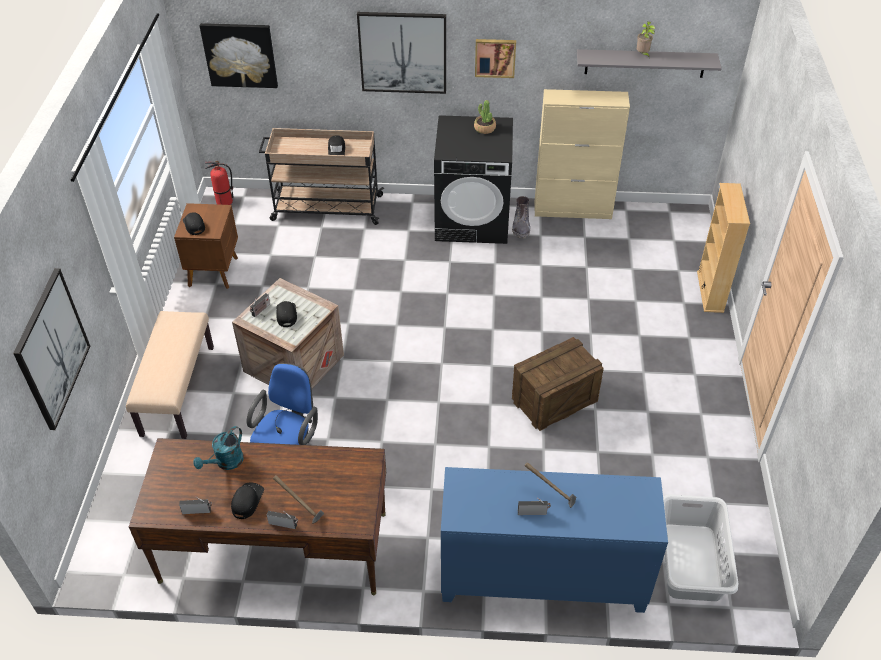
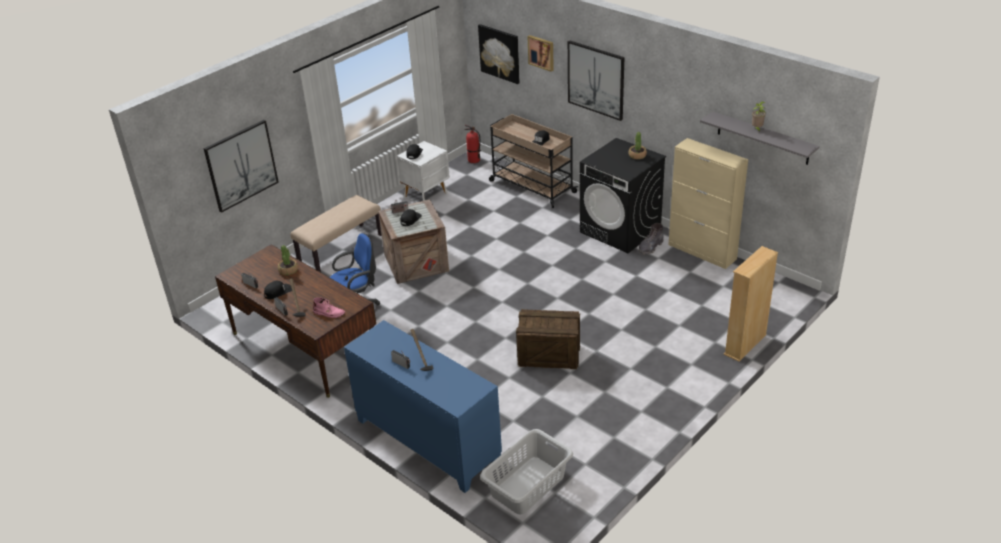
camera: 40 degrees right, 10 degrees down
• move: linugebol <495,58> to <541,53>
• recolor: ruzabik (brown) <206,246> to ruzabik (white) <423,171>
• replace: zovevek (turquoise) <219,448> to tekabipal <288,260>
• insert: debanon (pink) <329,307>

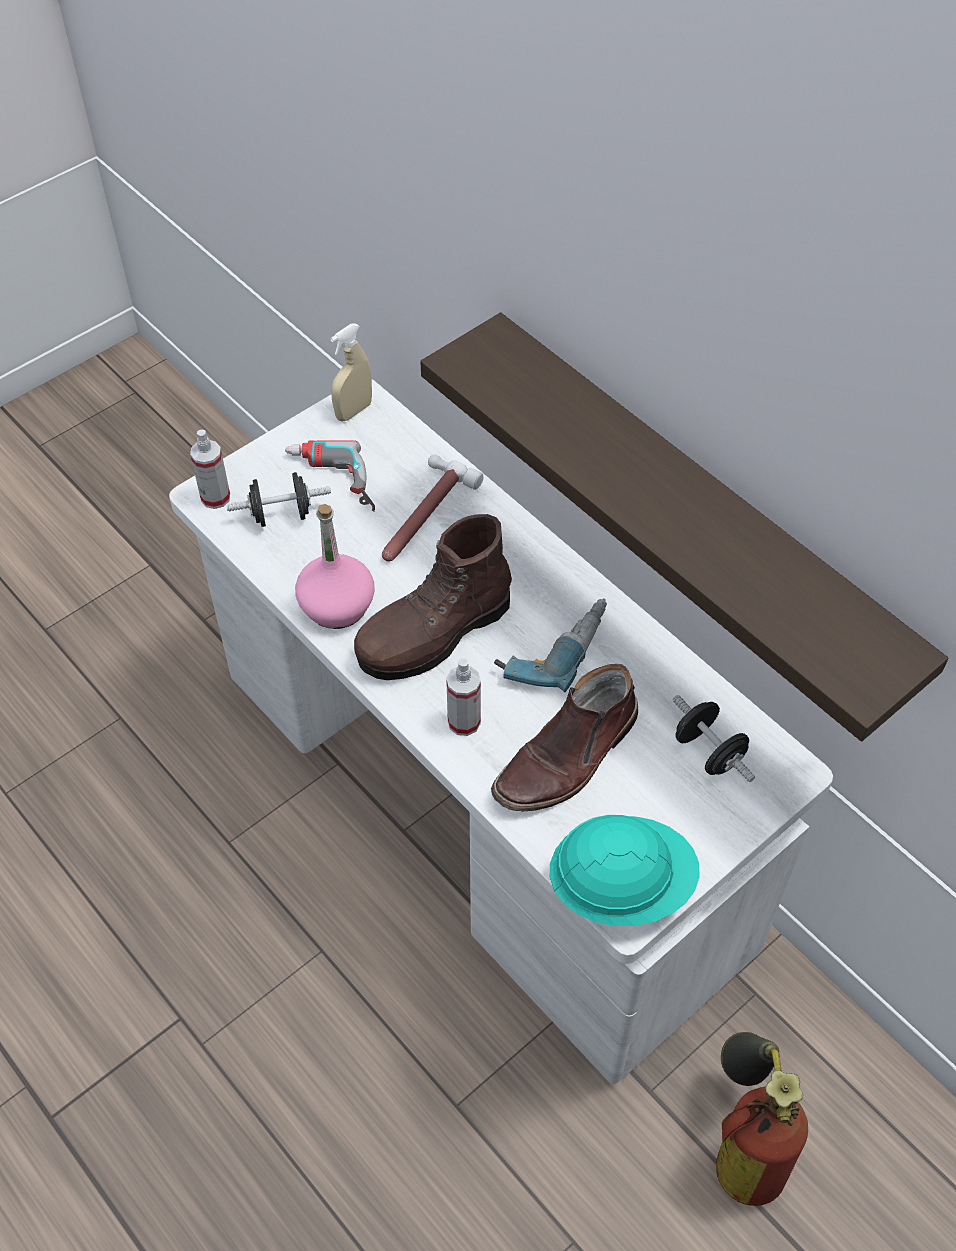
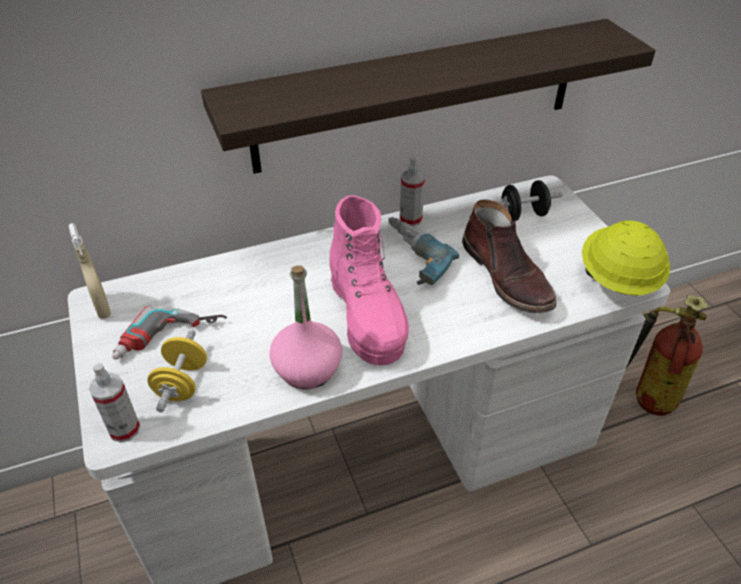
camera: 70 degrees left, 10 degrees down
• delete: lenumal <433,508>
• recolor: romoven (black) <278,499> to romoven (yellow) <177,371>
• recolor: debanon (brown) <433,597> to debanon (pink) <369,280>
• move: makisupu <463,697> to <412,192>
• recolor: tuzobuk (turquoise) <625,870> to tuzobuk (yellow) <626,258>

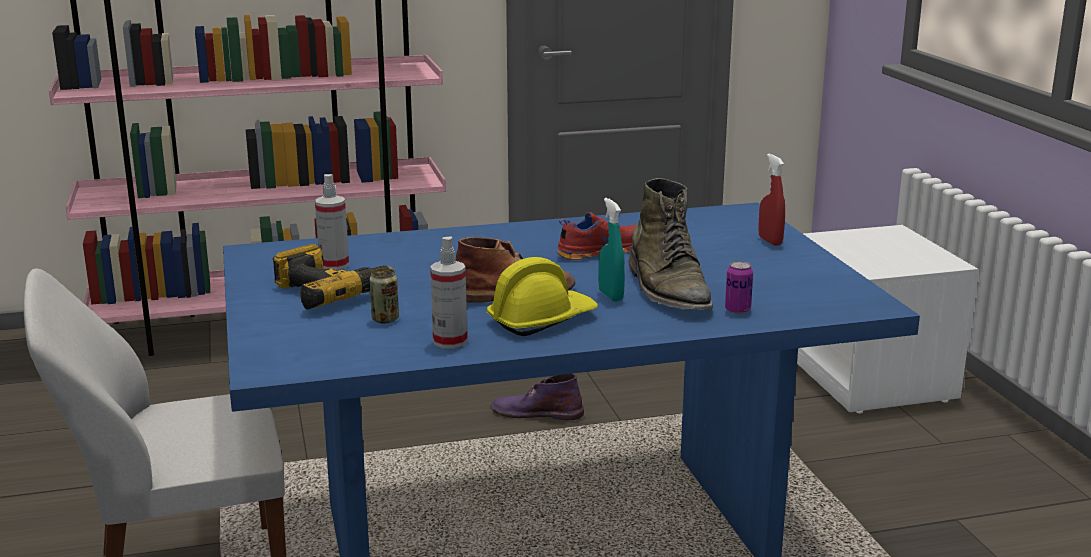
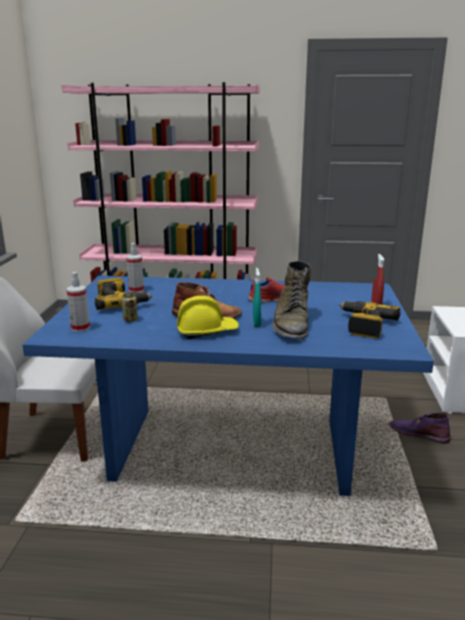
camera: 20 degrees right, 0 degrees up
• move: makisupu <448,292> to <78,302>
• delete: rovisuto <739,287>
• move: debanon (purple) <537,397> to <420,428>
• insert: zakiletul <370,319>

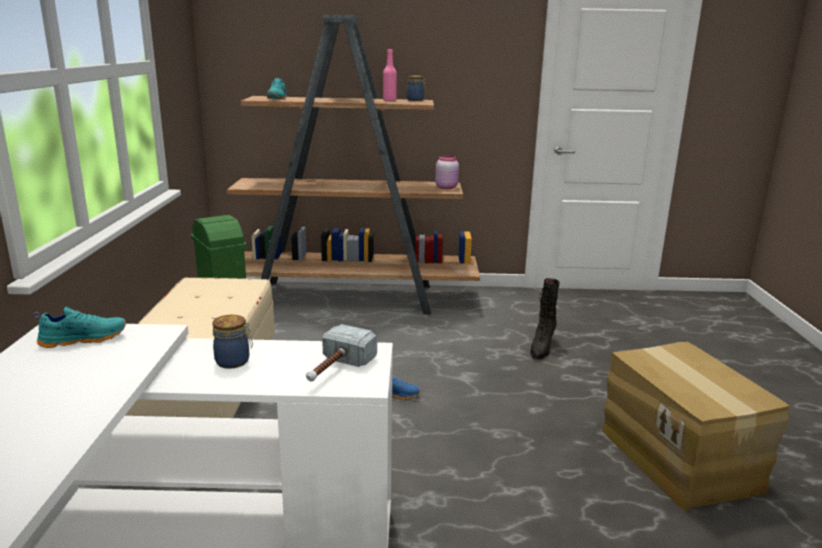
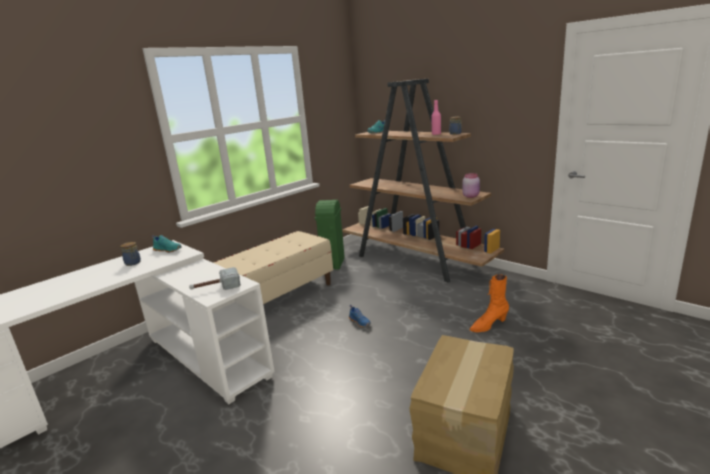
camera: 45 degrees right, 0 degrees up
• recolor: debanon (black) <545,318> to debanon (orange) <489,303>
• move: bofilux <232,341> to <130,254>

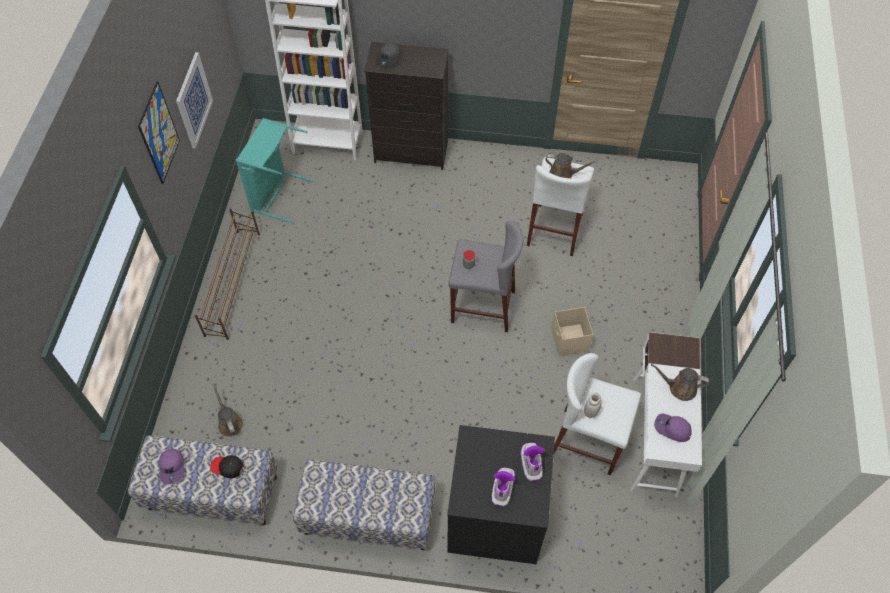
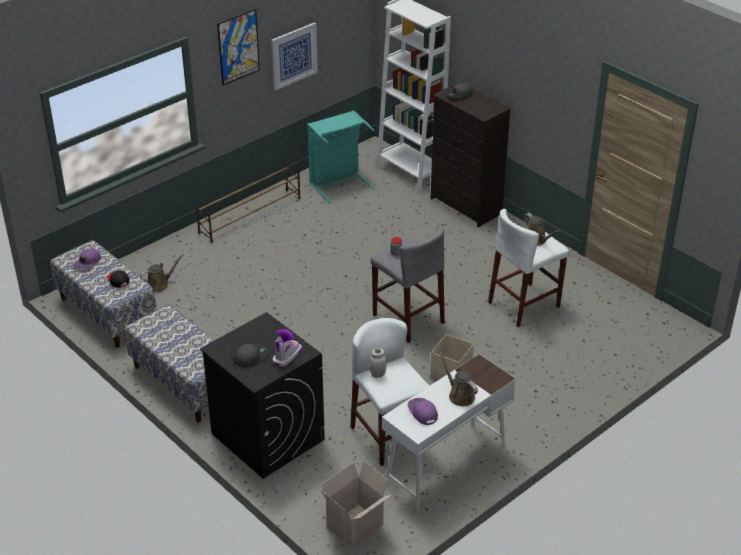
camera: 40 degrees right, 20 degrees down
• rotate: zovevek (brown) <227,410> = <161,273> 45 degrees clockwise
• replace: debanon <503,487> to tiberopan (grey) <251,355>
• insert: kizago <356,504>

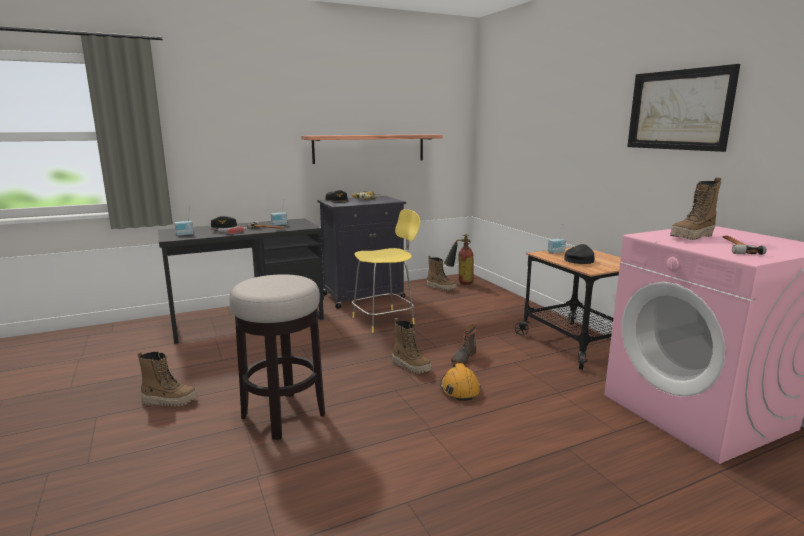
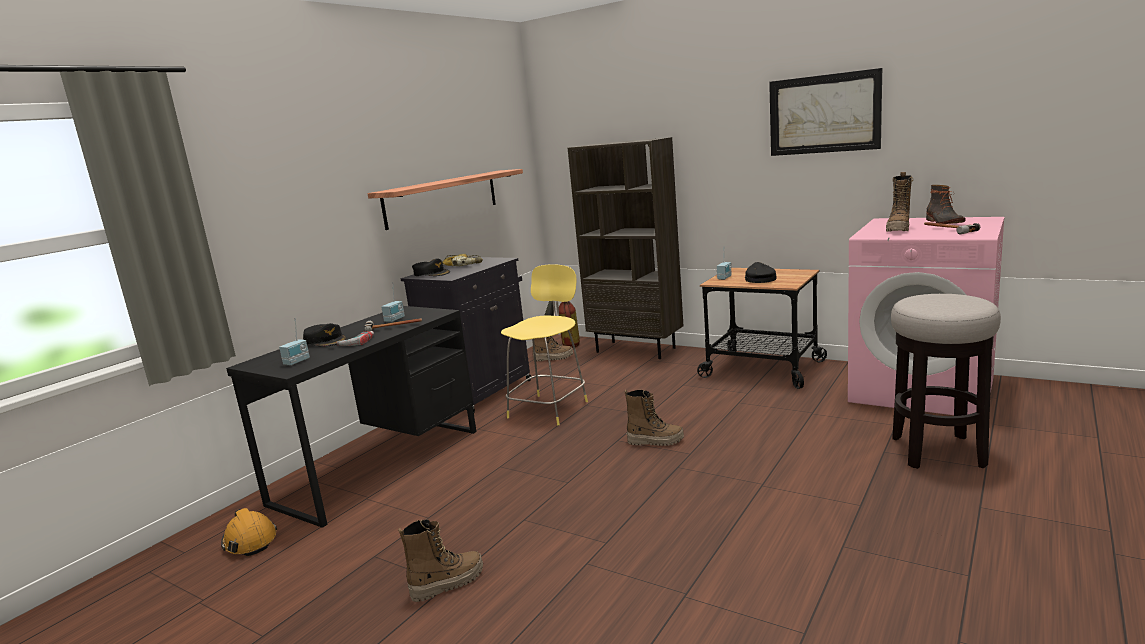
camera: 30 degrees left, 0 degrees up
• move: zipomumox <277,357> to <946,381>
• move: debanon <463,344> to <946,204>
• move: tuzobuk (orange) <460,381> to <249,532>
• insert: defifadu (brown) <626,248>

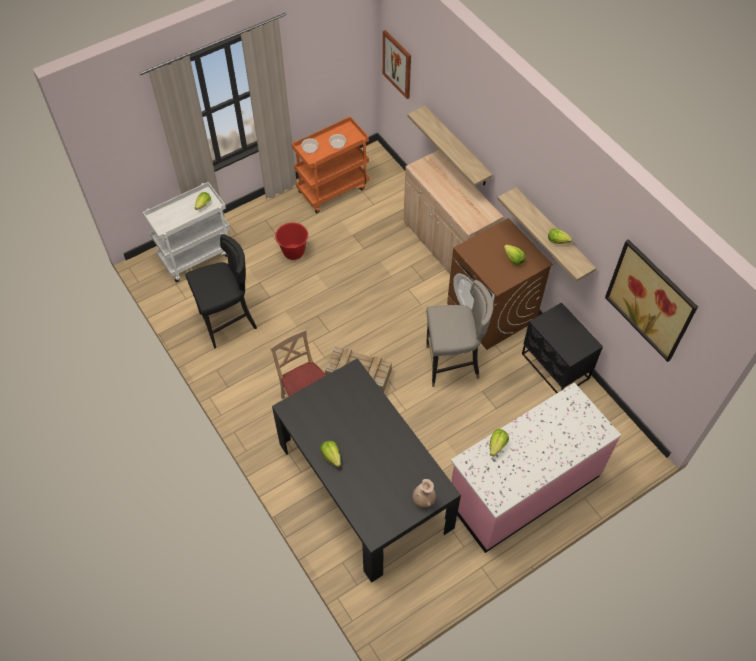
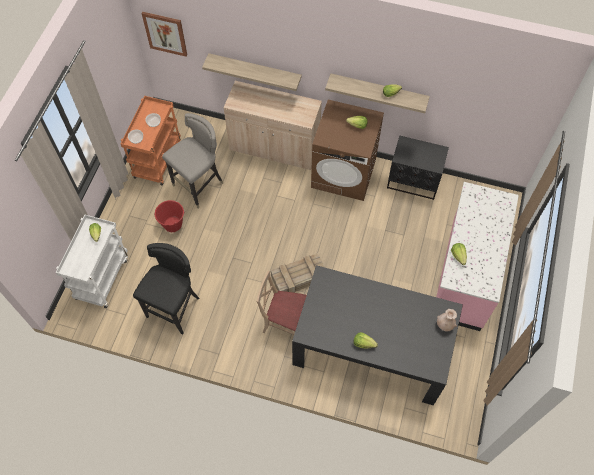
camera: 40 degrees left, 5 degrees up
• delete: linugebol <651,300>
• move: zipomumox (grey) <459,333> to <192,161>

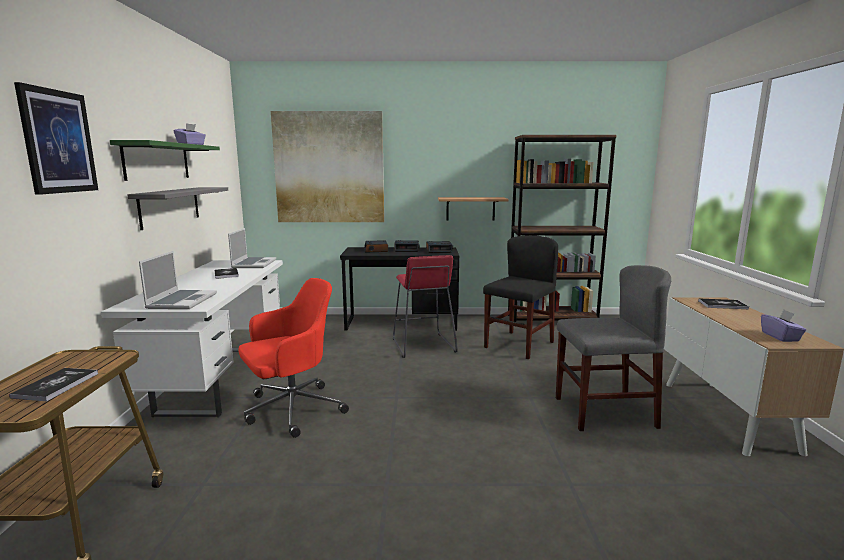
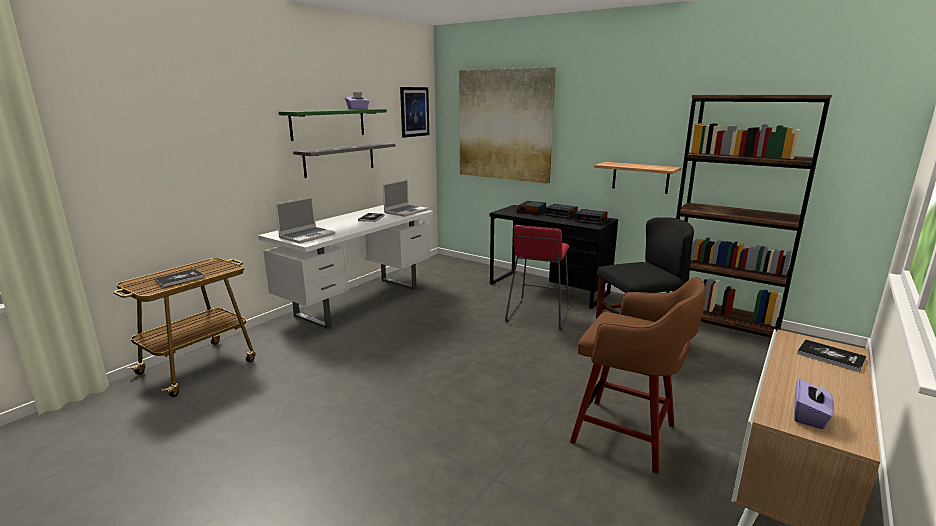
camera: 35 degrees right, 5 degrees up
• move: linugebol <56,138> to <414,112>
• replace: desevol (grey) <613,348> to zipomumox (brown) <638,375>
• delete: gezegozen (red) <293,358>

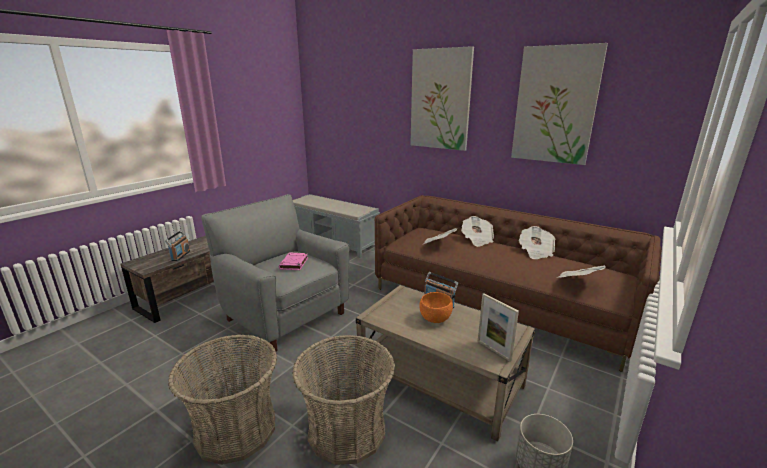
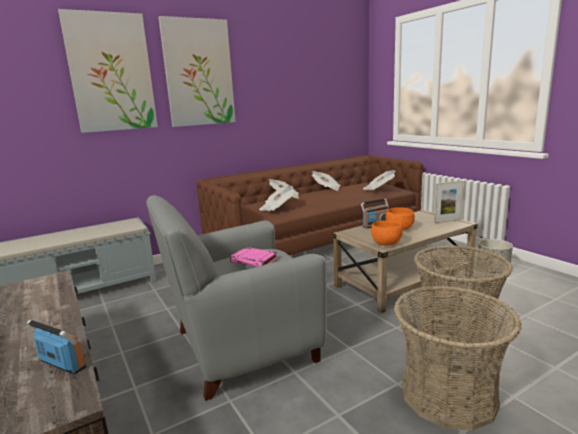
camera: 65 degrees left, 5 degrees down
• move: linugebol <559,104> to <108,71>
• insert: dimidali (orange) <387,233>

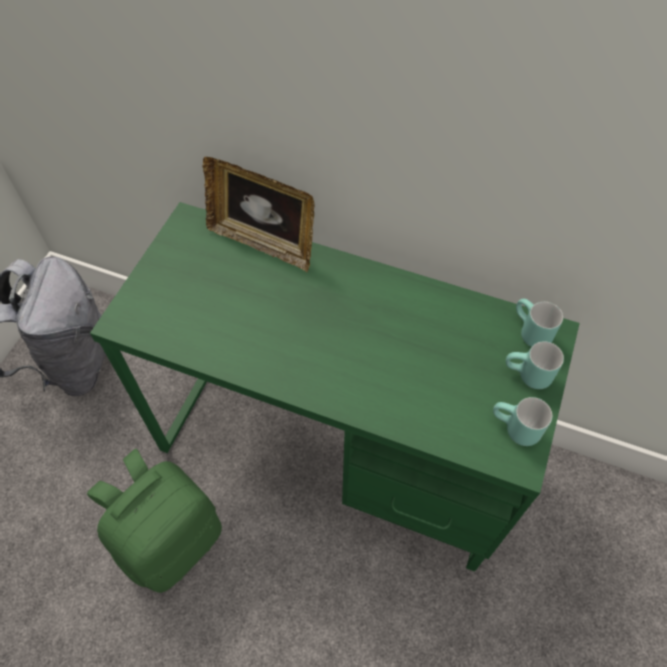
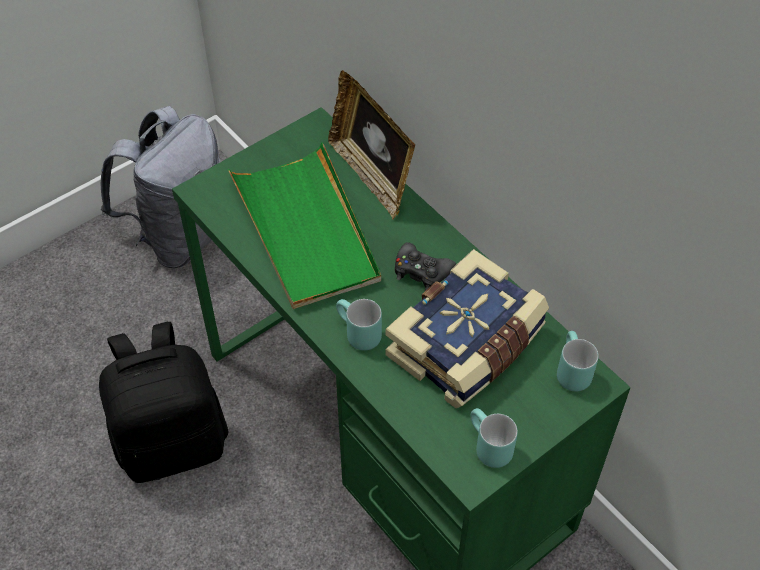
camera: 30 degrees right, 5 degrees down
• move: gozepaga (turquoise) <535,365> to <359,324>
• recolor: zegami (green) <154,521> to zegami (black) <163,402>
• insert: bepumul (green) <304,225>
• insert: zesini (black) <425,266>
• insert: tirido <467,328>

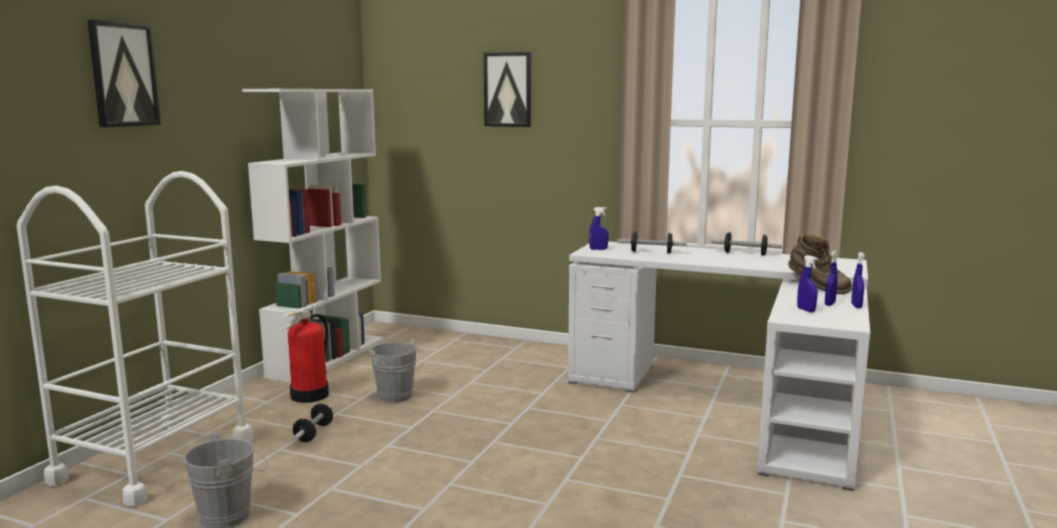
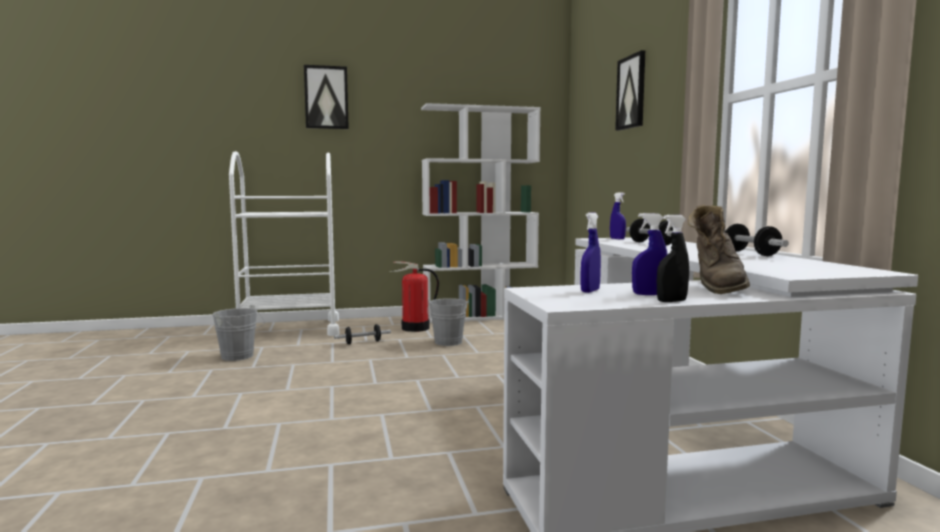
camera: 55 degrees right, 5 degrees down
• recolor: makisupu (blue) <858,280> to makisupu (black) <673,258>

